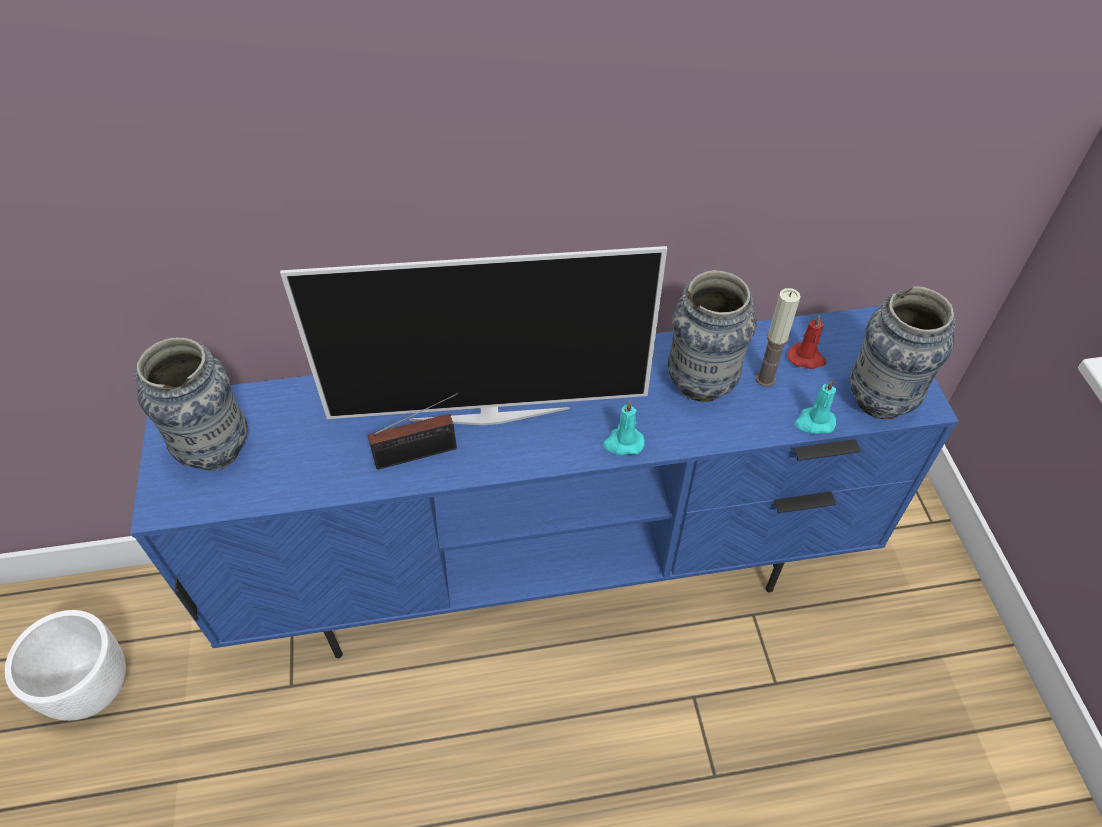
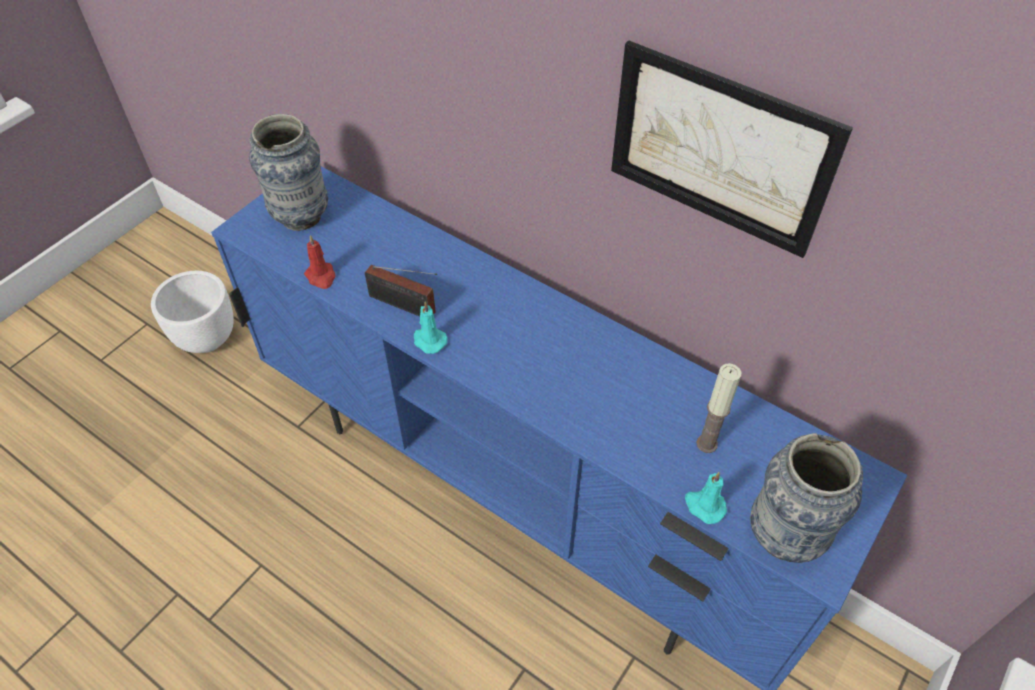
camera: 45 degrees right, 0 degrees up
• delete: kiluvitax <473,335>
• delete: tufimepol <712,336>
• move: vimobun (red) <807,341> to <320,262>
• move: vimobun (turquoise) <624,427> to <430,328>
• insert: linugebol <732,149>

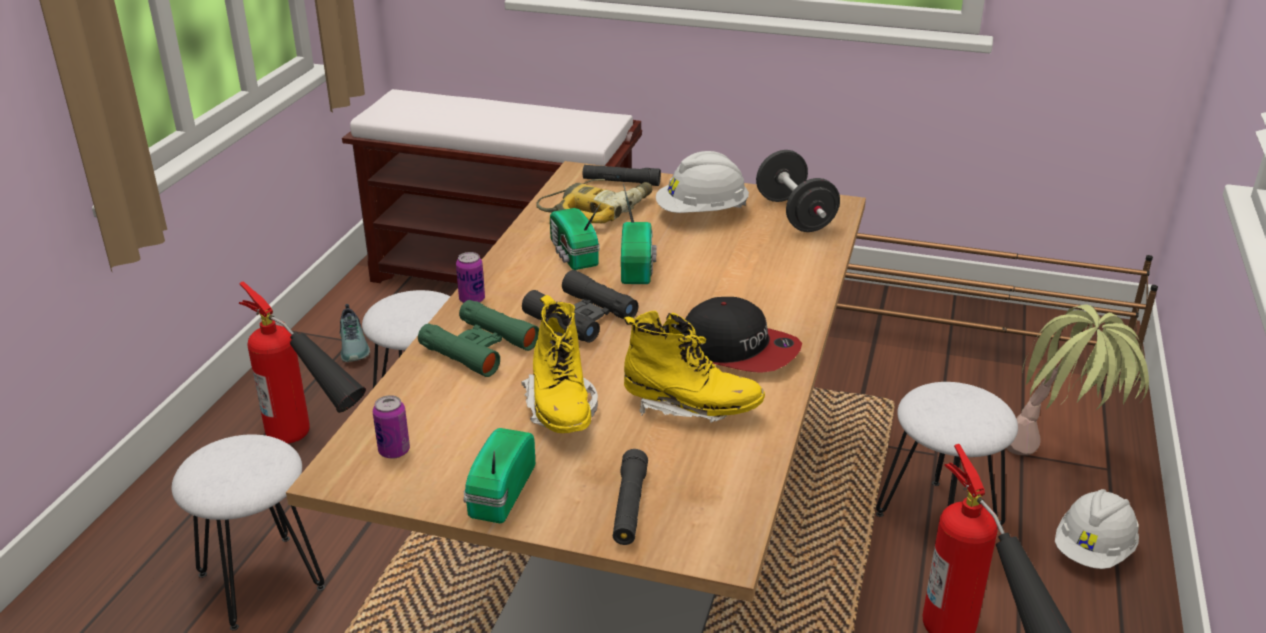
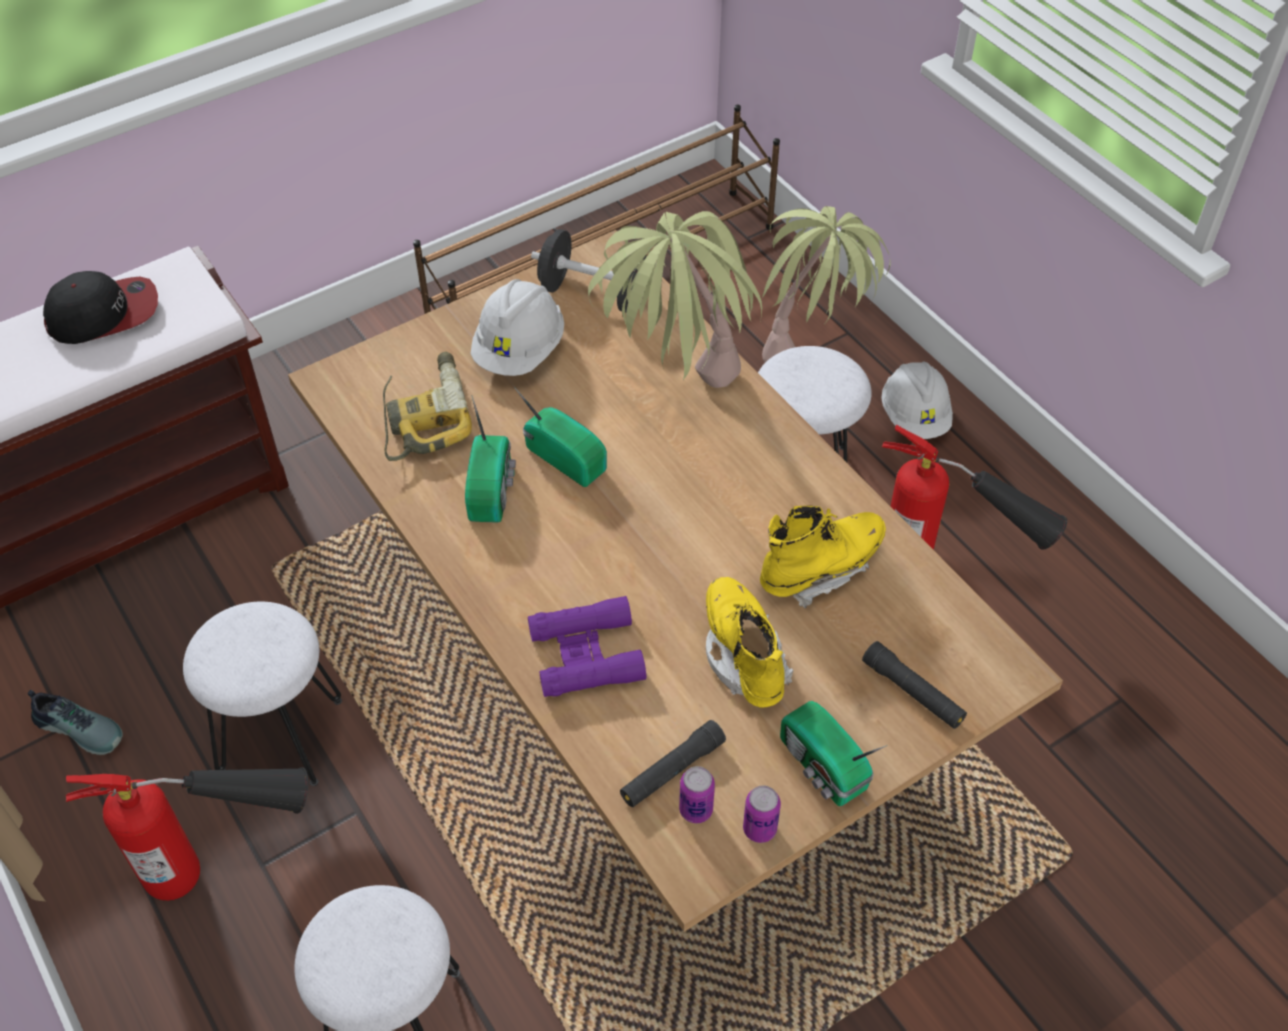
camera: 50 degrees left, 20 degrees up
• move: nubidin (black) <622,175> to <673,763>
• rotate: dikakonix <575,236> = <490,459> 105 degrees counterclockwise
• move: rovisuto <470,277> to <762,814>
• delete: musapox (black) <580,306>
• rotate: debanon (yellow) <559,364> = <749,642> 135 degrees counterclockwise
• move: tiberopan <743,334> to <100,307>
• recolor: musapox (green) <478,338> to musapox (purple) <587,646>
• insert: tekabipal <675,299>

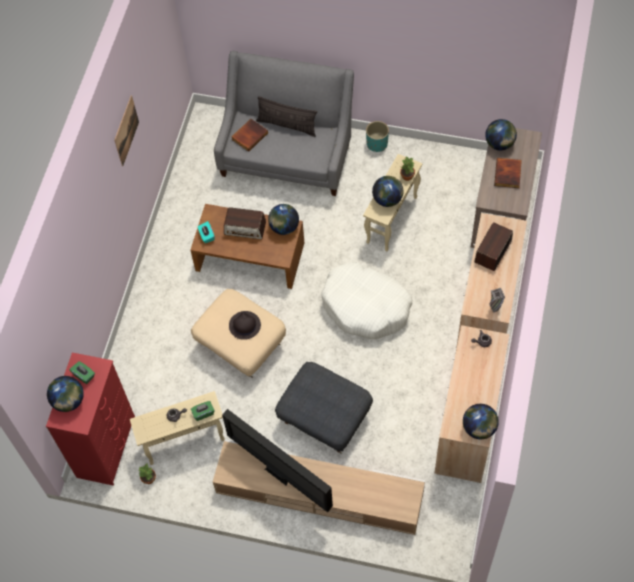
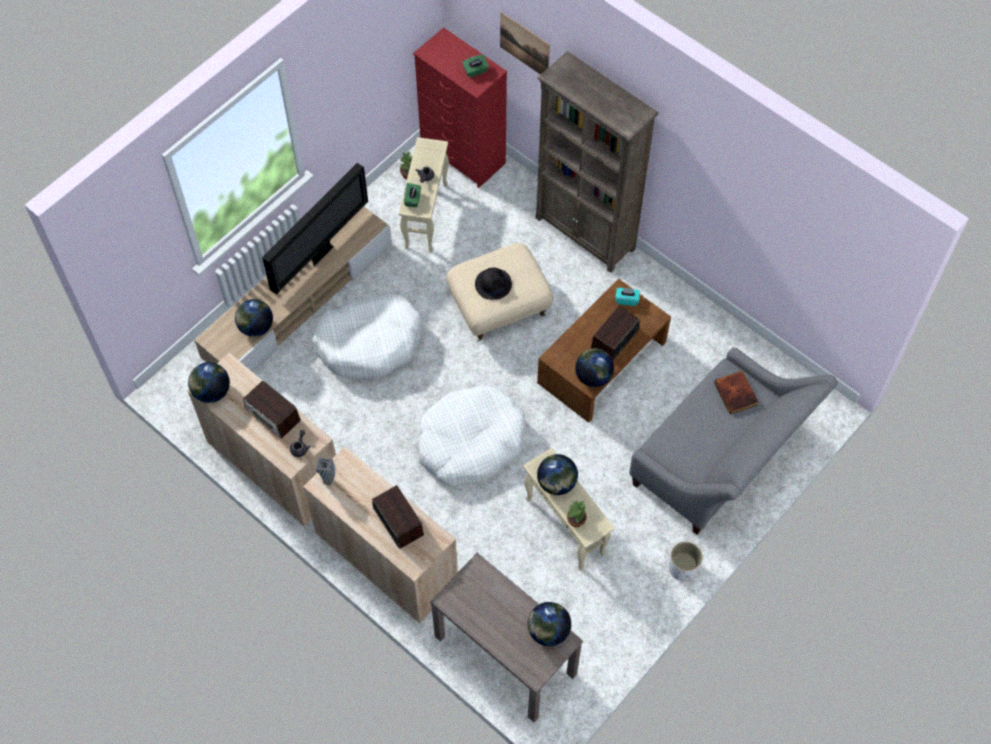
camera: 115 degrees right, 0 degrees up
• move: linugebol <126,130> to <525,43>
• delete: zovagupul <286,116>
• recolor: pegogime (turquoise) <377,136> to pegogime (white) <685,562>
• delete: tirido <508,173>
• replace: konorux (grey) <324,408> to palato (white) <367,336>
• move: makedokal <65,394> to <254,318>
• rotate: kiluvitax <277,460> = <315,228> 150 degrees clockwise
• insert: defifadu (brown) <597,162>
• insert: dikakonix <272,409>

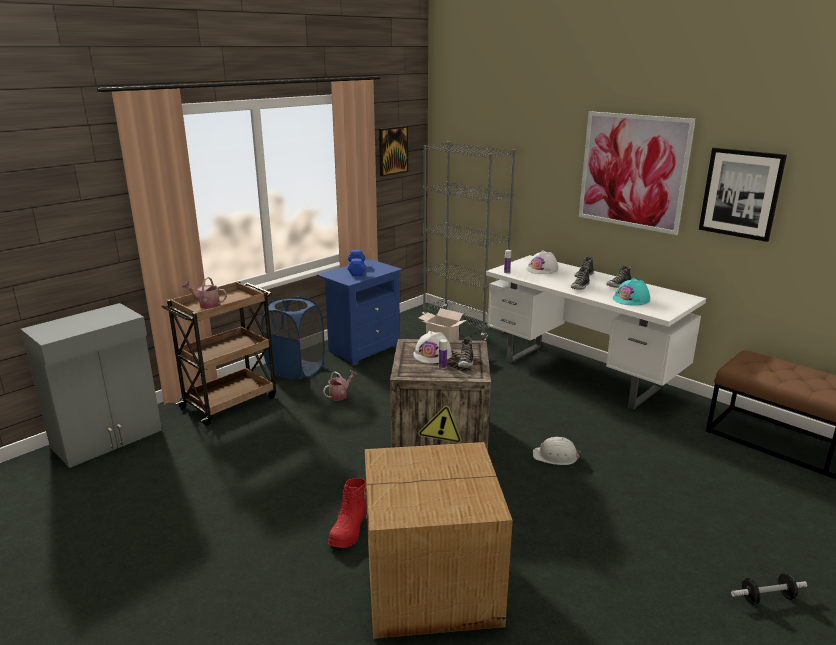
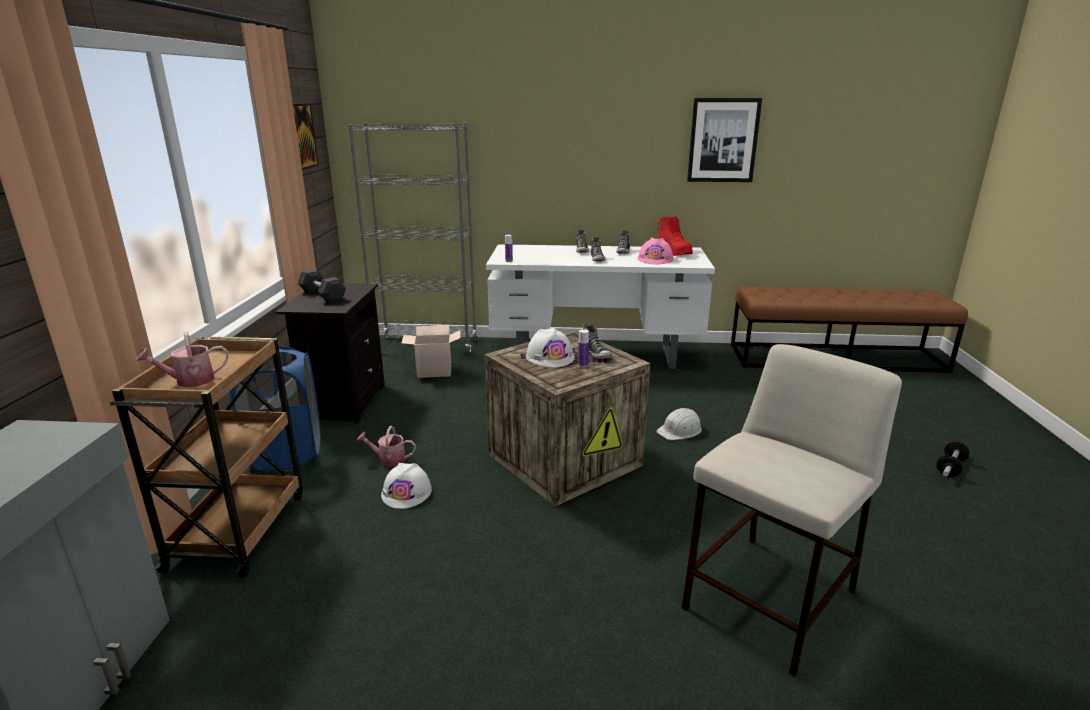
camera: 40 degrees left, 0 degrees up
• delete: linugebol <637,173>
• recolor: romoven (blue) <356,263> to romoven (grey) <322,286>
• move: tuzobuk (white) <542,262> to <406,486>
• recolor: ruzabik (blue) <360,312> to ruzabik (black) <330,353>
• recolor: tuzobuk (turquoise) <631,292> to tuzobuk (pink) <655,250>
• rotate: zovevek <340,385> = <386,446> 90 degrees counterclockwise
• replace: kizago <439,540> to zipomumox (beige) <792,510>
• move: debanon (red) <347,513> to <675,236>

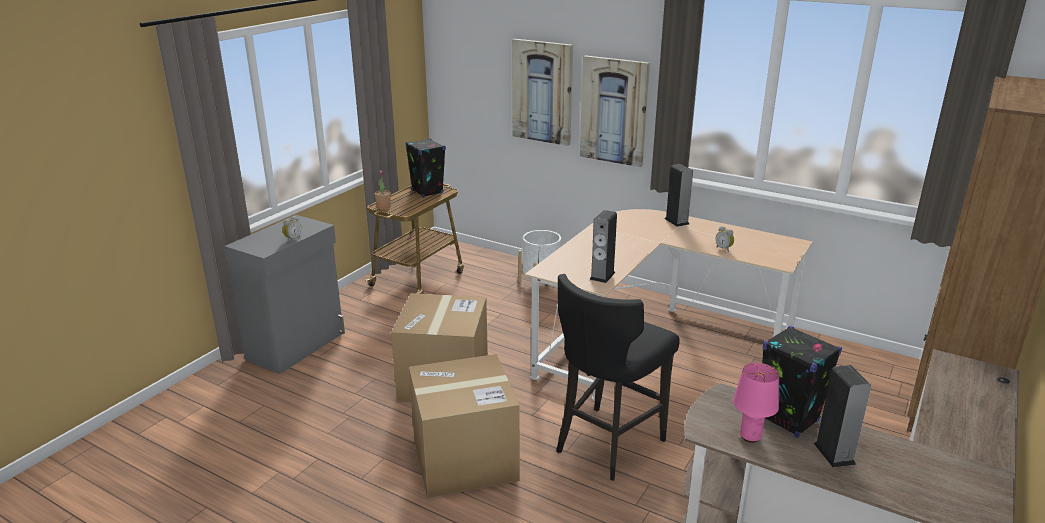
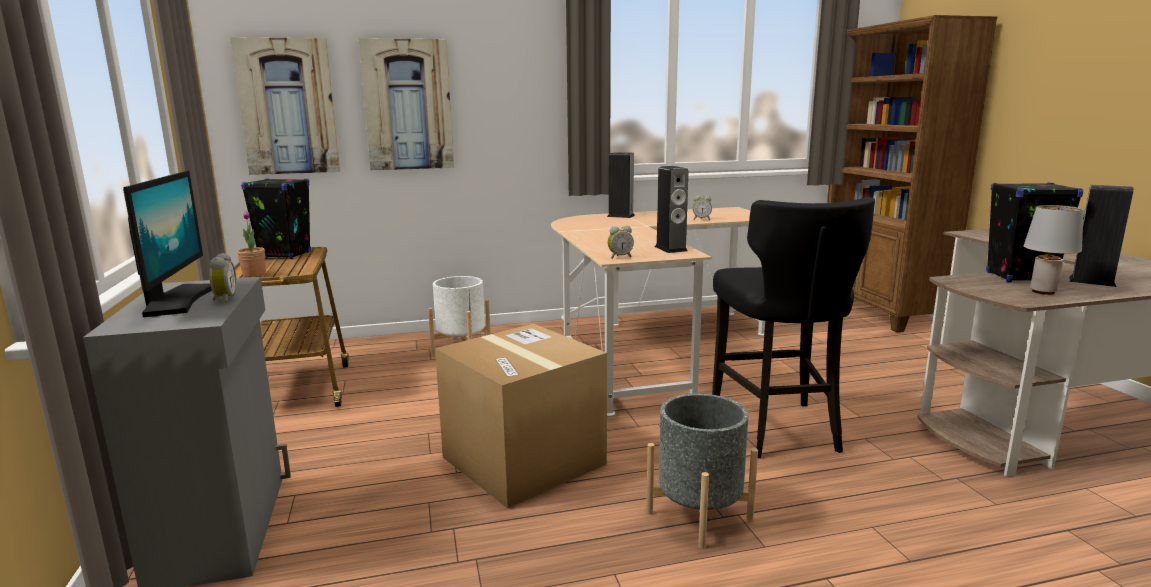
camera: 45 degrees left, 10 degrees down
• move: linugebol <615,111> to <285,106>
• replace: kizago <464,426> to pegogime (grey) <702,471>
• recolor: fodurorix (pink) <756,403> to fodurorix (grey) <1053,250>
• insert: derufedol <167,244>
• insert: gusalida <620,242>

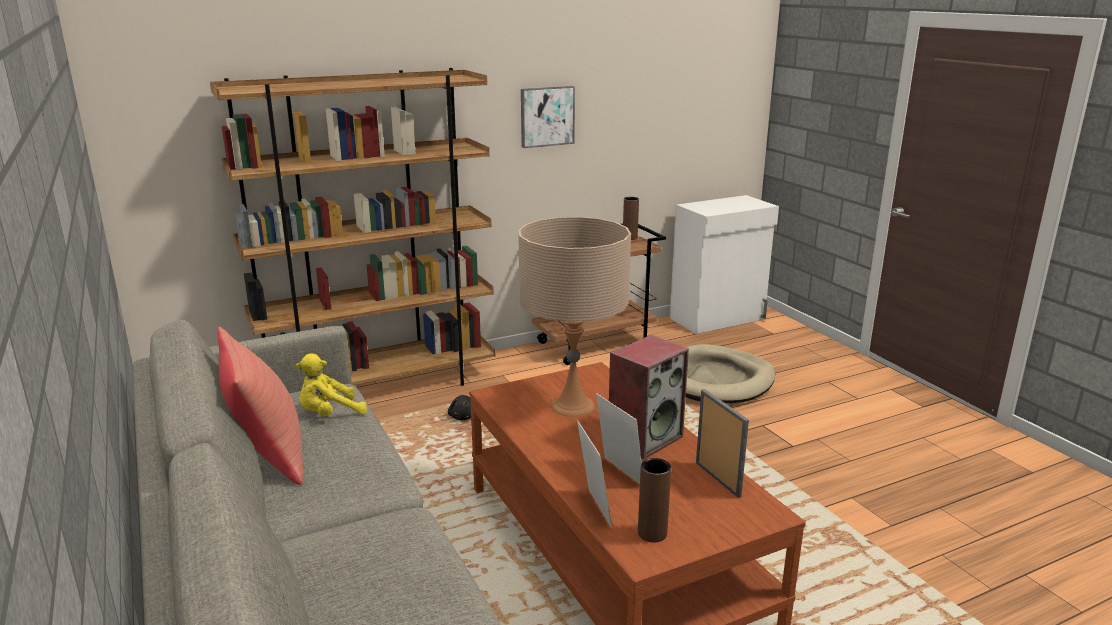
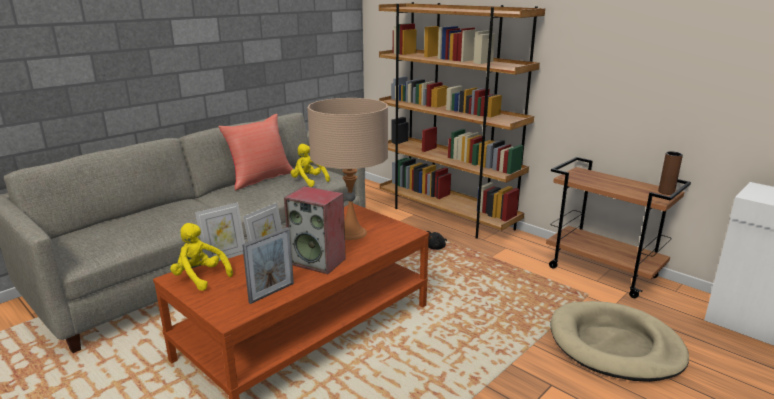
camera: 70 degrees right, 0 degrees up
• delete: linugebol <548,117>
• replace: tufimepol (brown) <654,500> to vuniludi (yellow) <201,257>

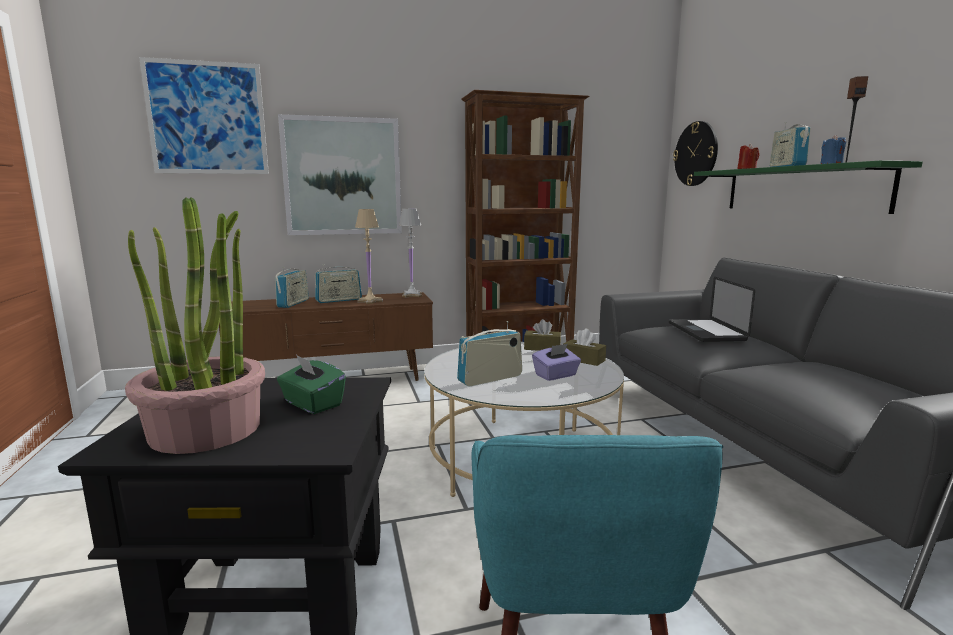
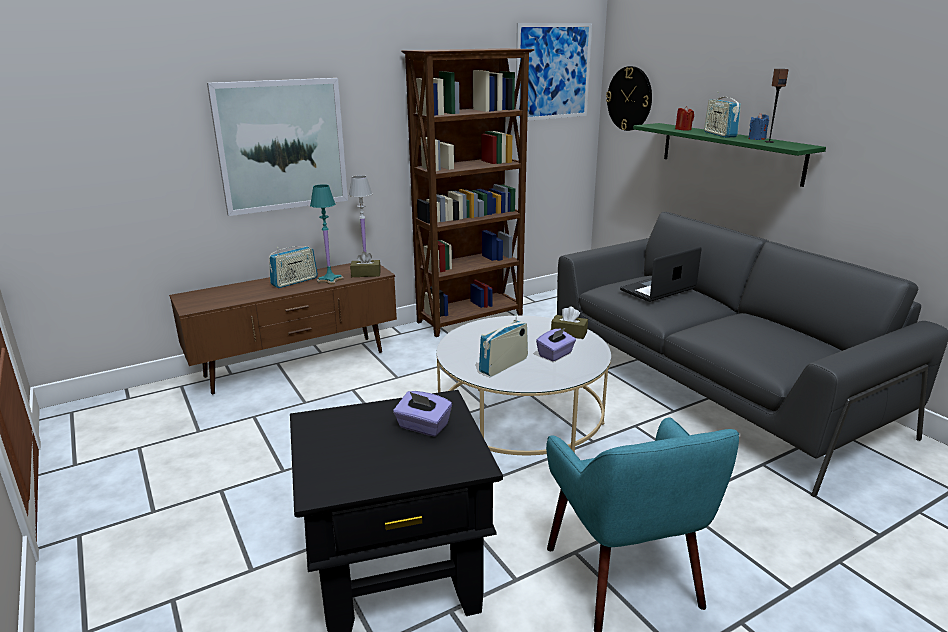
camera: 15 degrees left, 10 degrees up
• move: linugebol <204,115> to <553,72>
• delete: tekabipal <195,325>
• recolor: fodurorix (beige) <369,256> to fodurorix (turquoise) <326,234>
• delete: dikakonix <292,287>
• rotate: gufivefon <712,309> = <661,274> 75 degrees clockwise
• move: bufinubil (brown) <542,335> to <365,264>
• recolor: bufinubil (green) <311,384> to bufinubil (purple) <422,414>

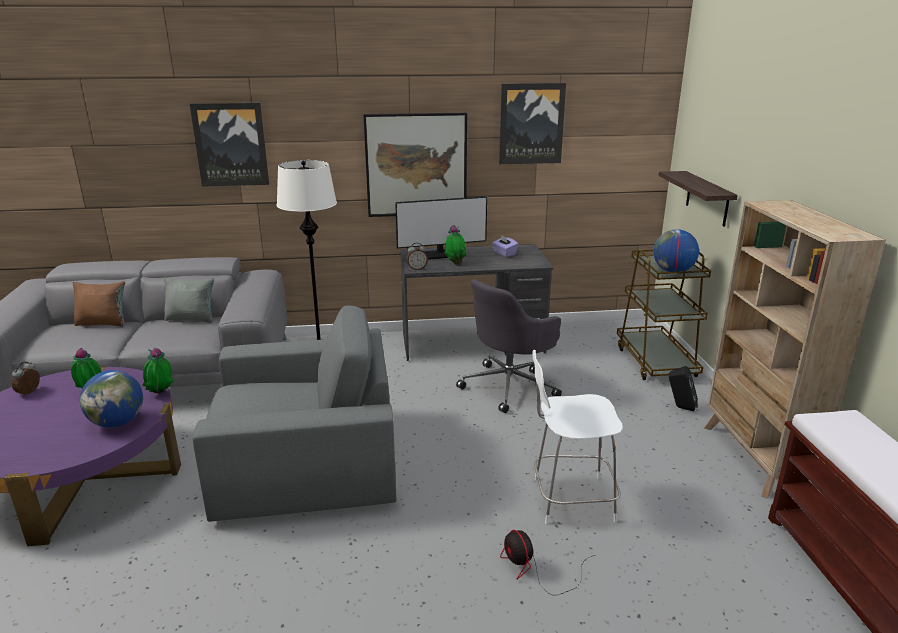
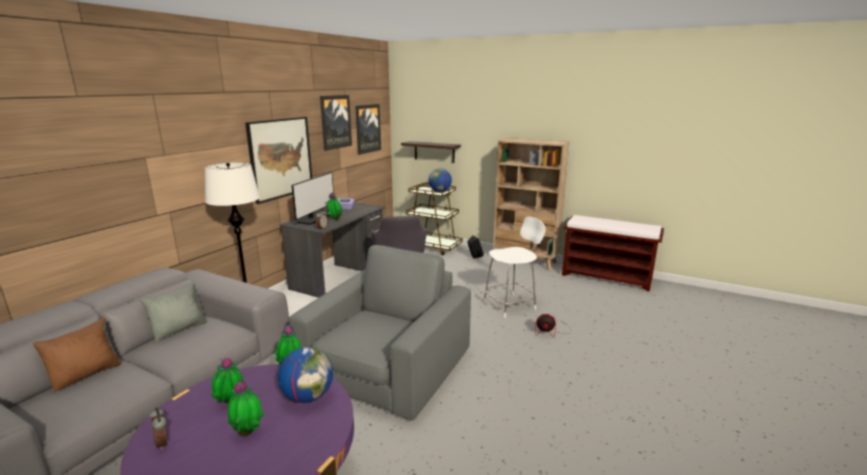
camera: 55 degrees left, 5 degrees down
• move: linugebol <229,145> to <368,129>
• rotate: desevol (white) <577,437> = <514,267> 150 degrees counterclockwise
• insert: tekabipal <246,409>

